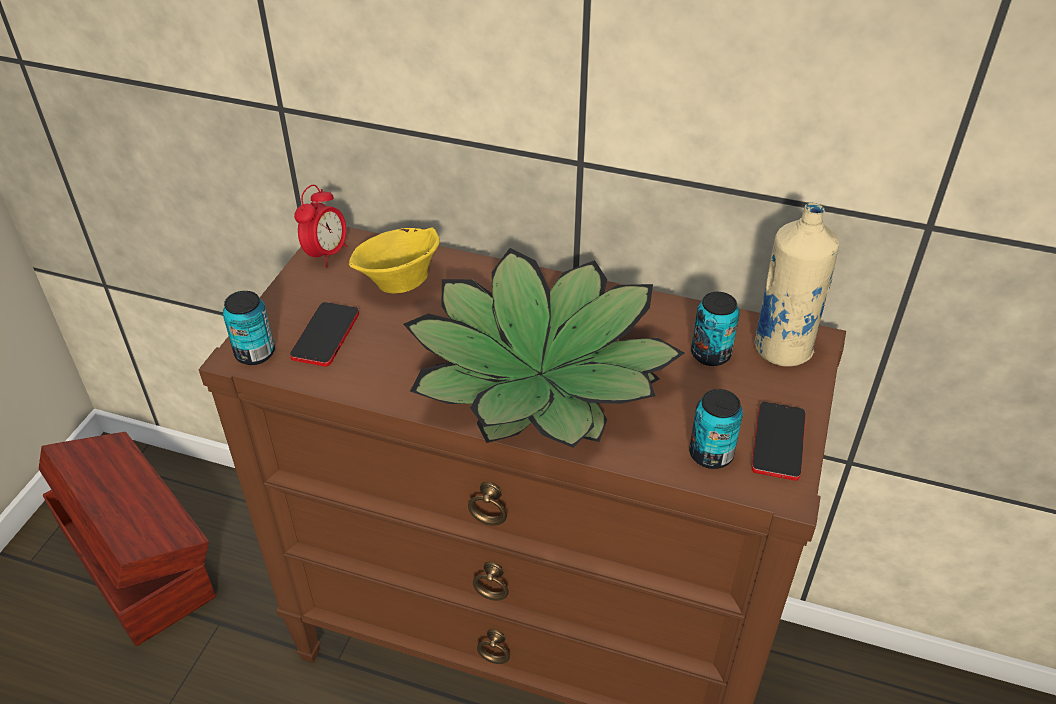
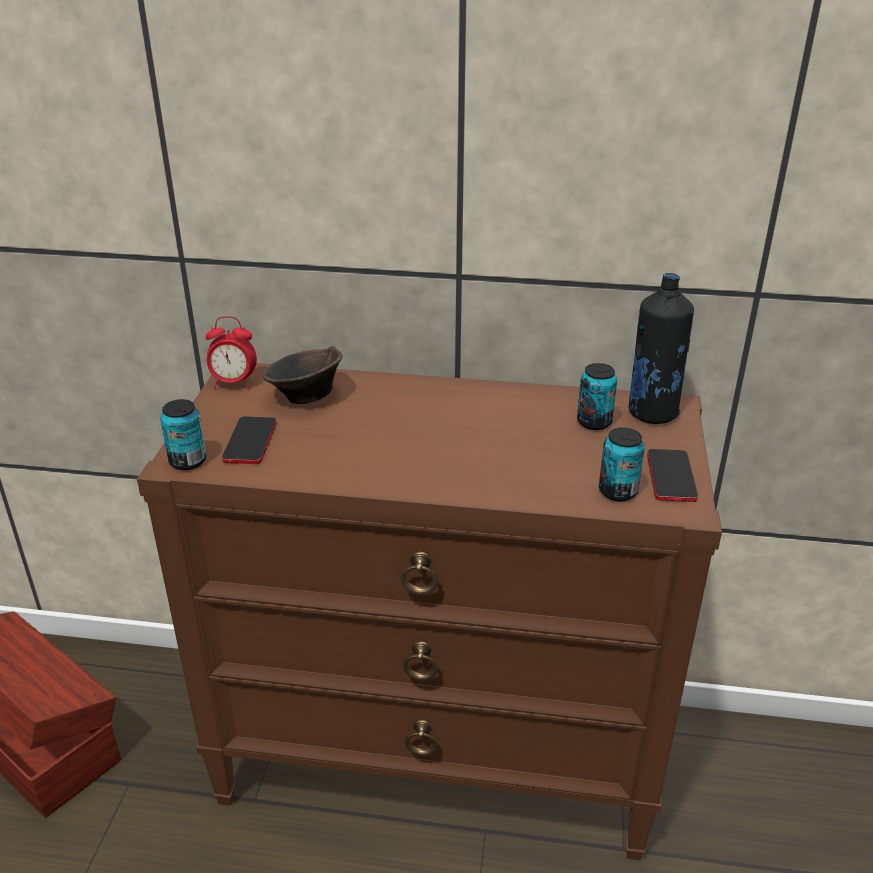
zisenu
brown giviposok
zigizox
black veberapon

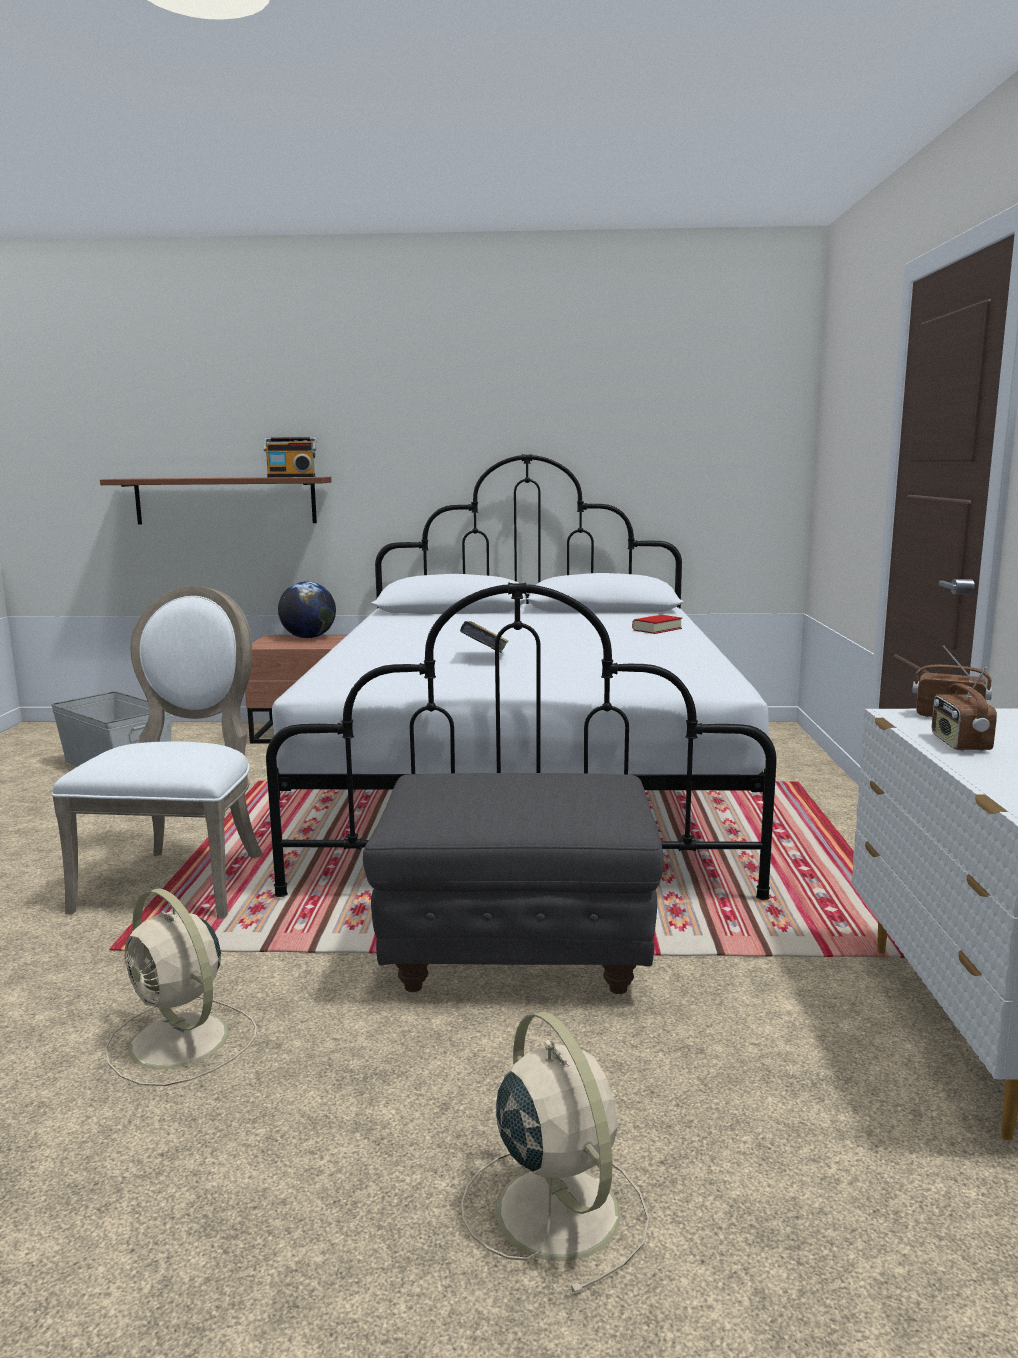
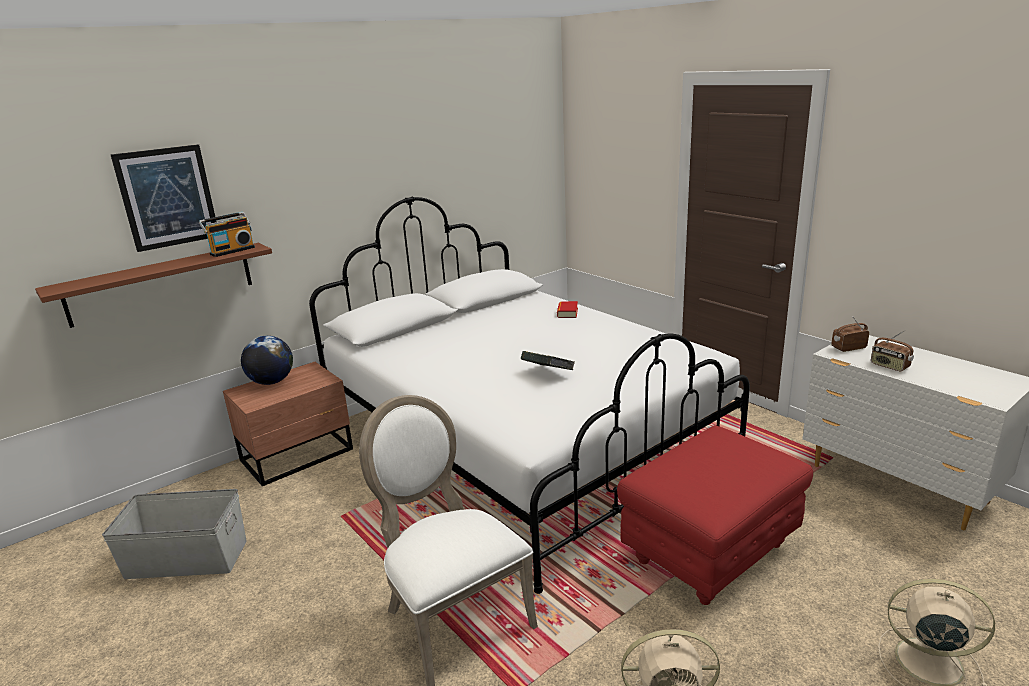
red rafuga
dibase

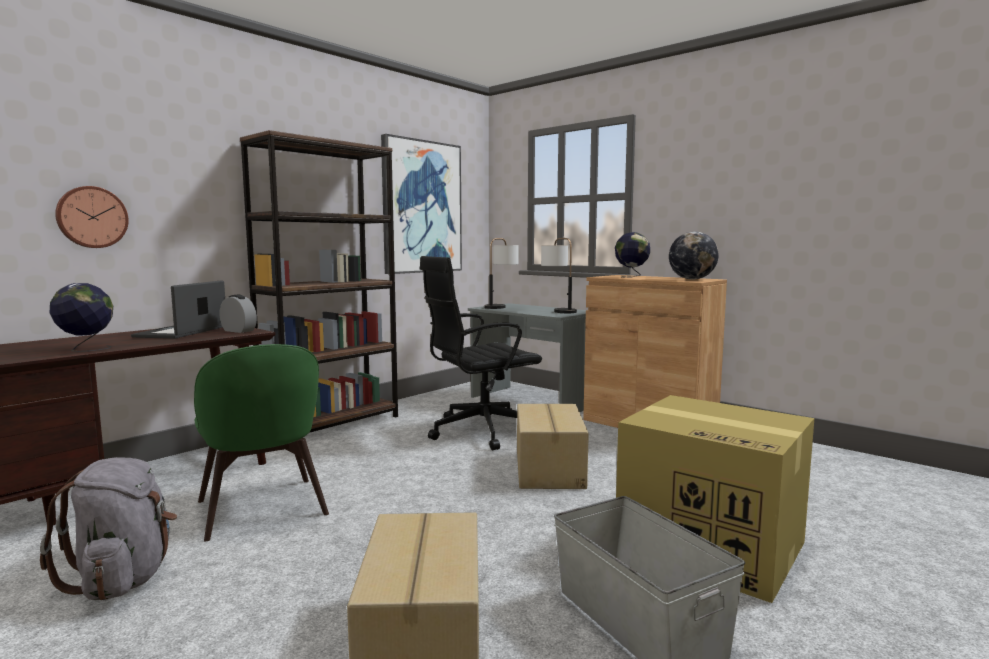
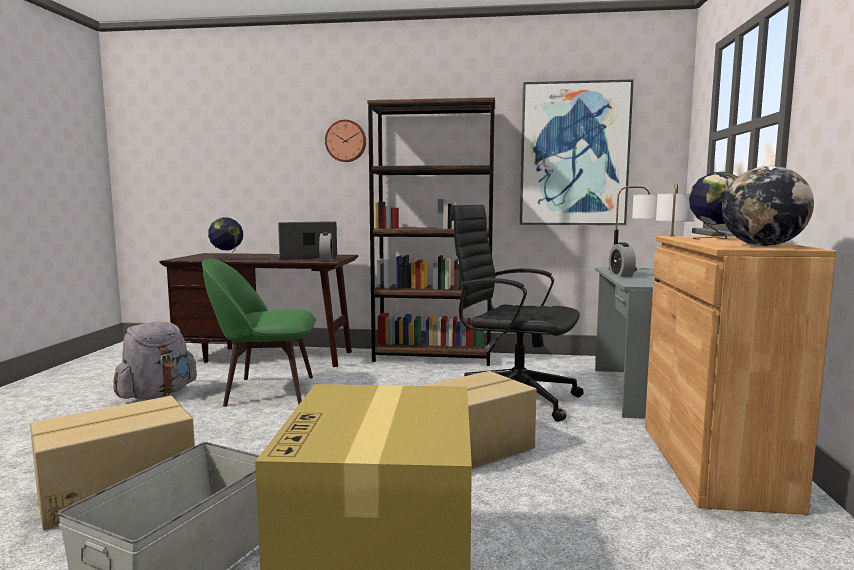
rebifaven
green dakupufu
zisenu (2nd from left)

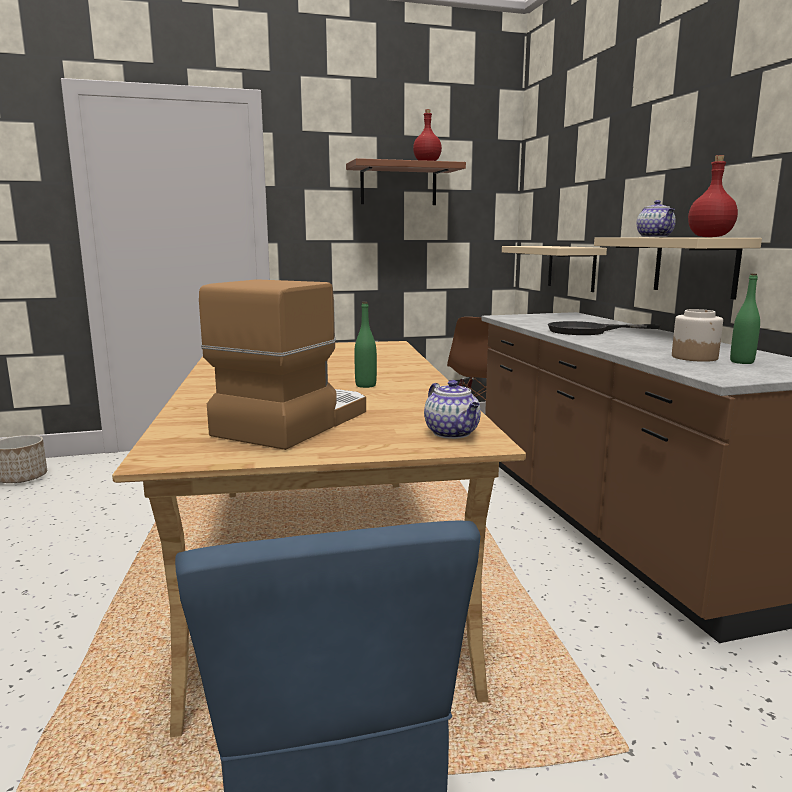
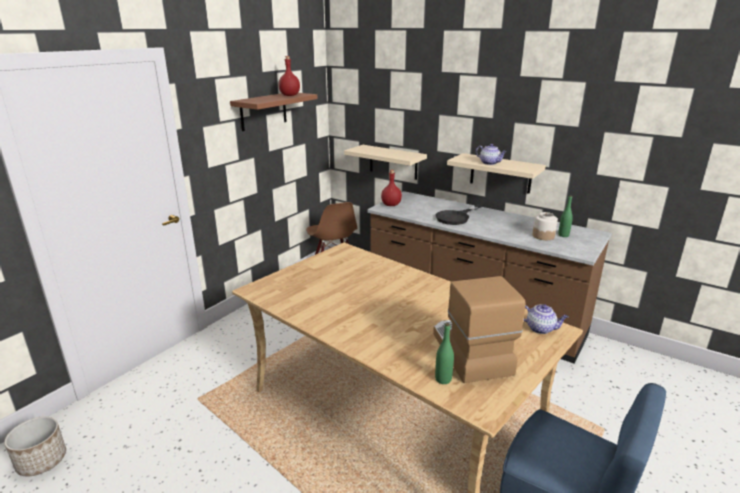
green veberapon (1st from left)
red veberapon (2nd from left)

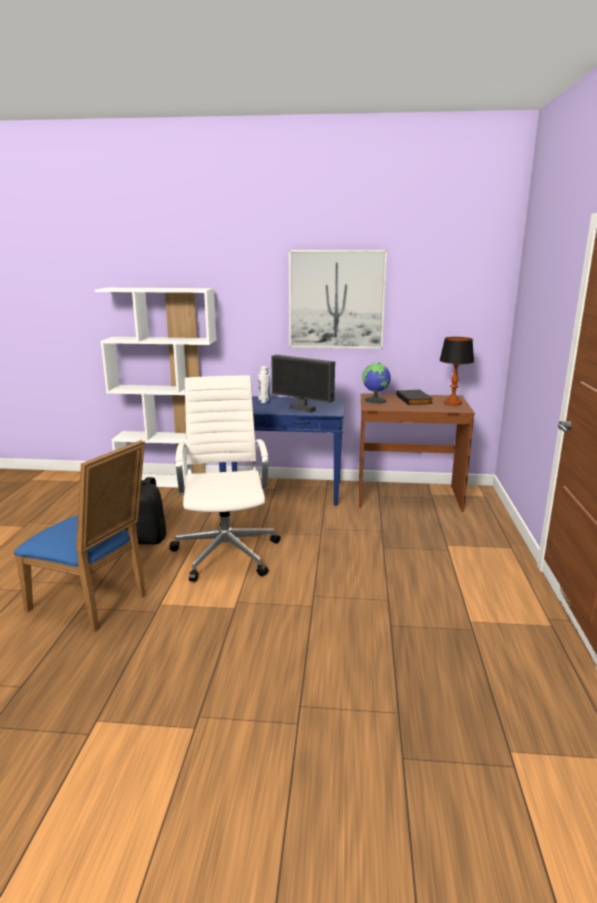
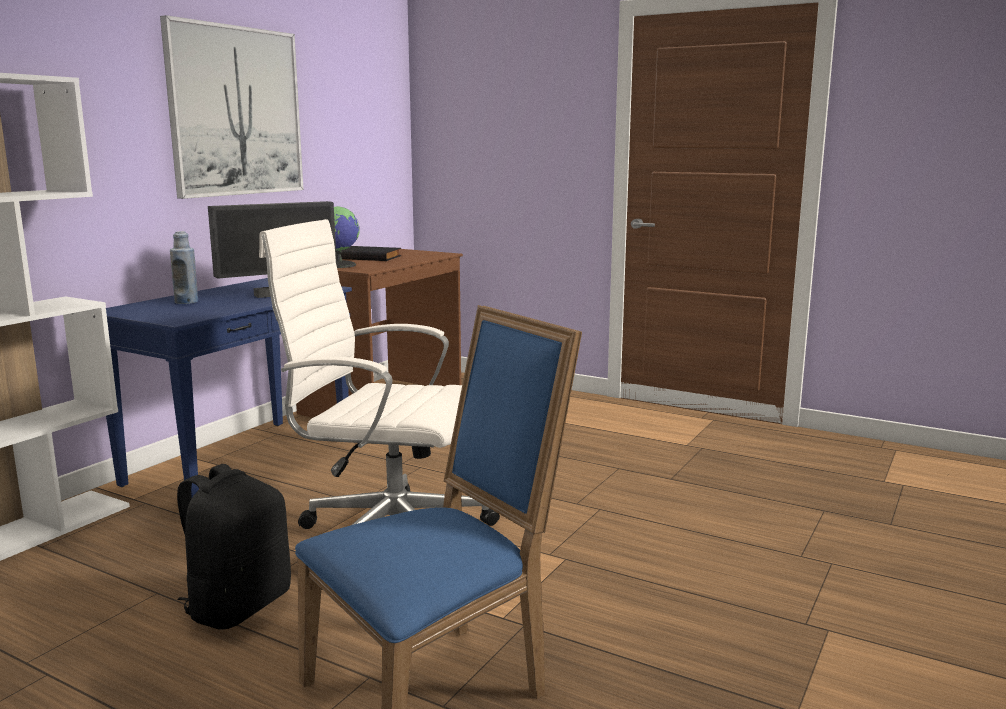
blue veberapon
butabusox

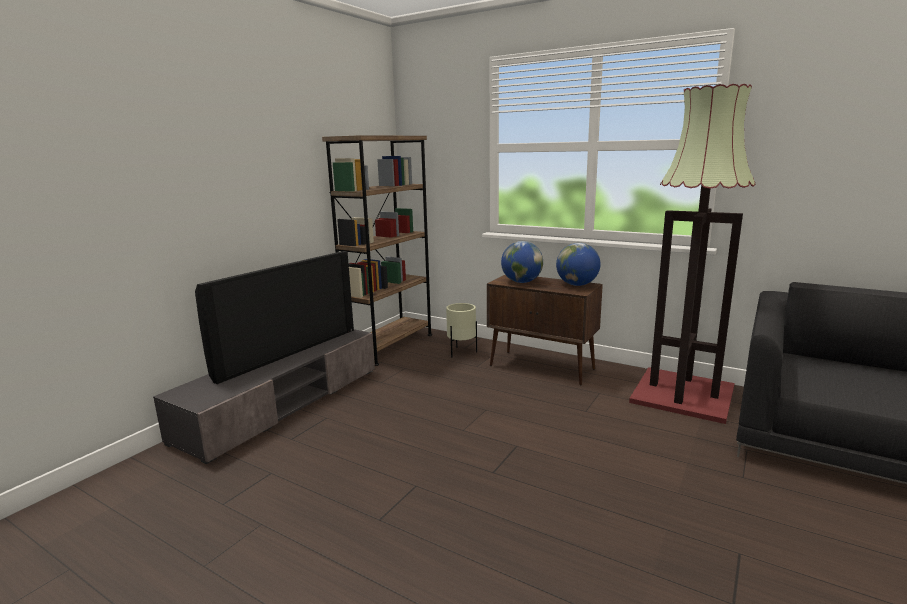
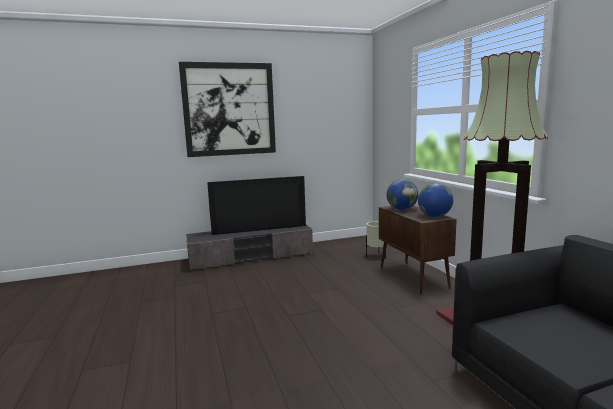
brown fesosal
dibase

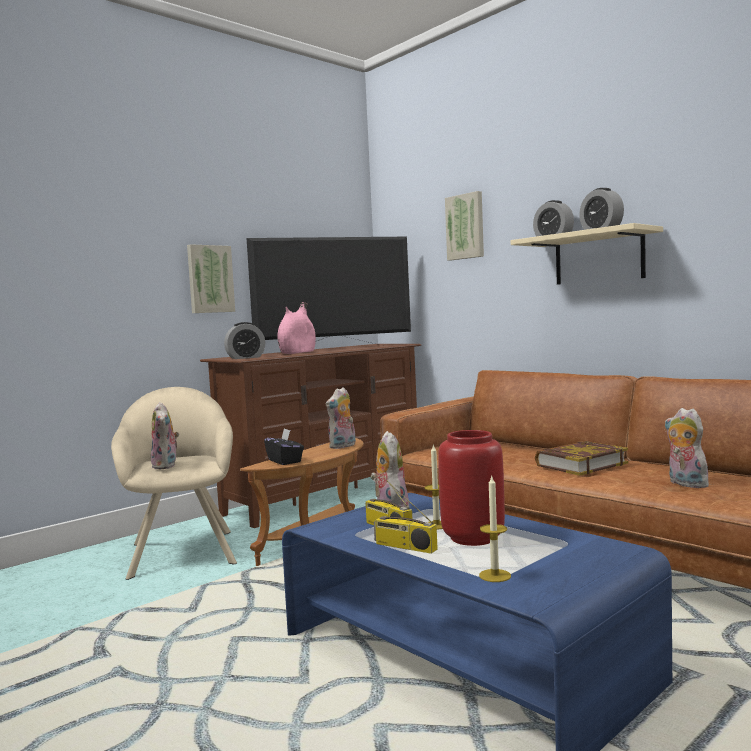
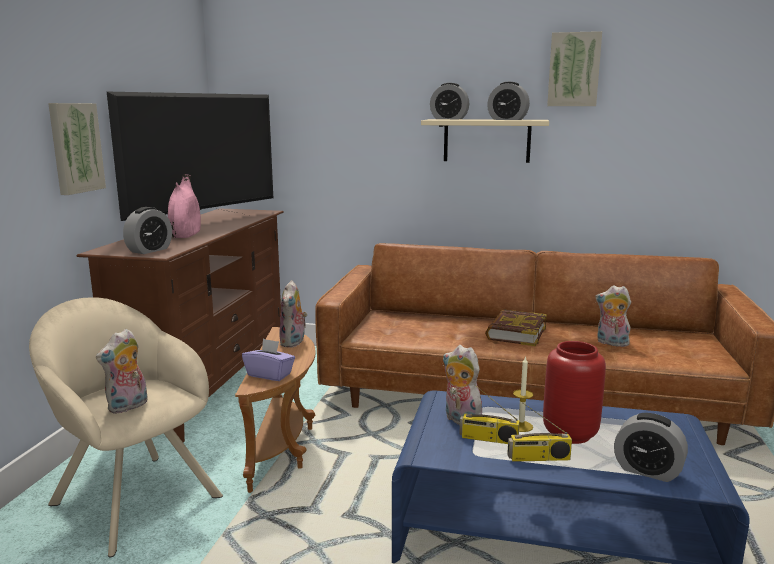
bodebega (1st from left)
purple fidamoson
dibase (2nd from left)
zisenu (4th from left)

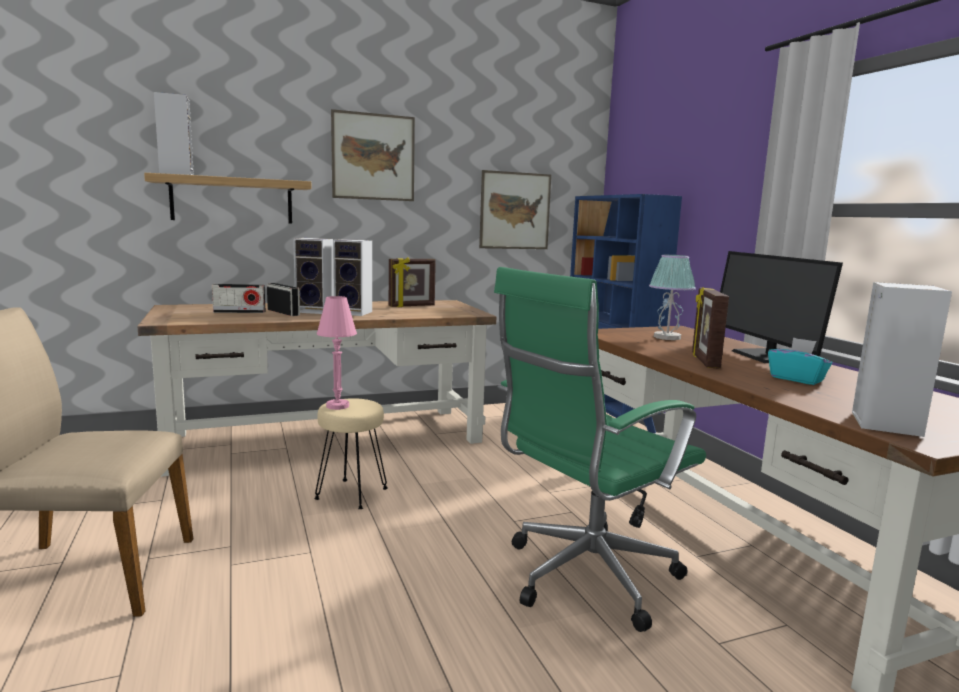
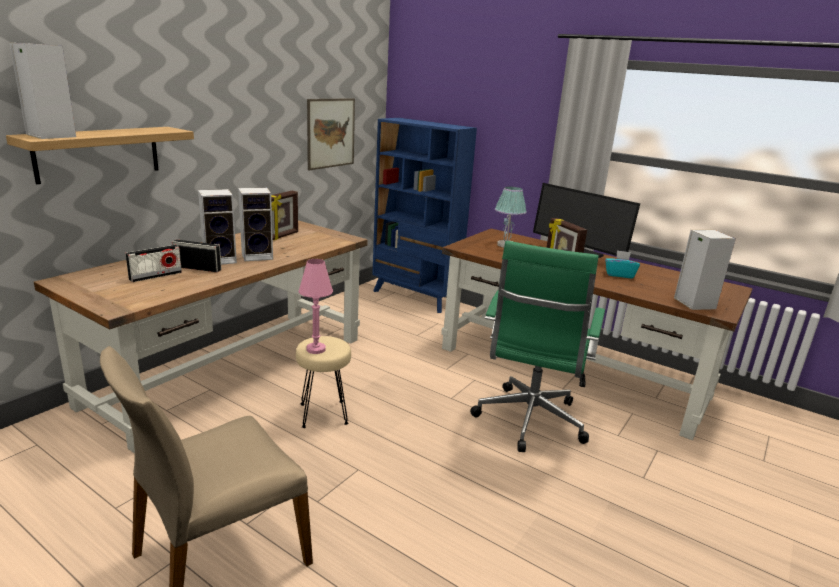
dibase (1st from left in the first image)

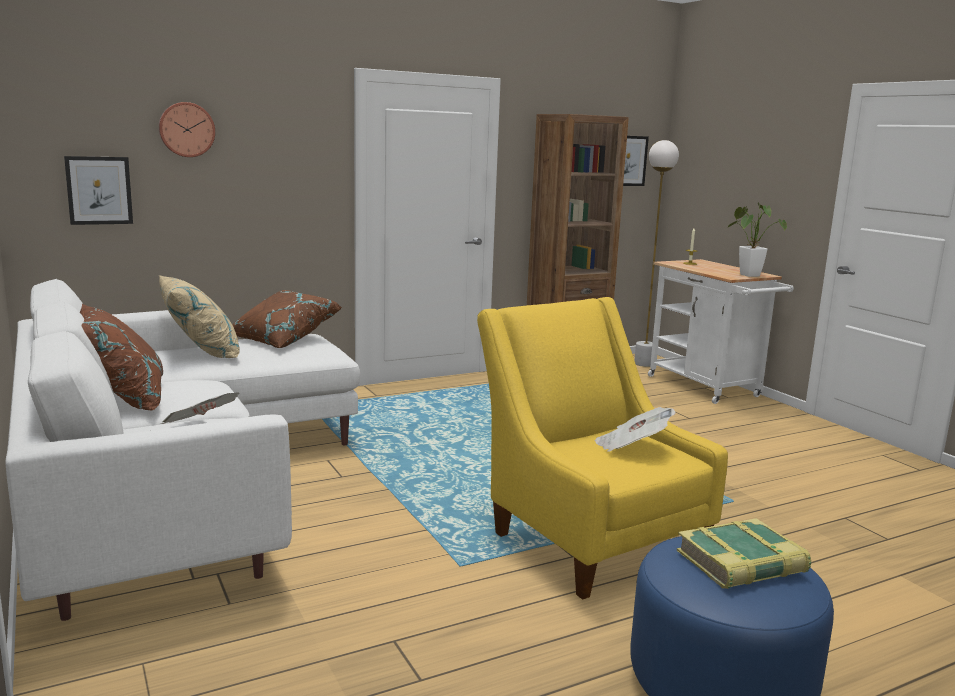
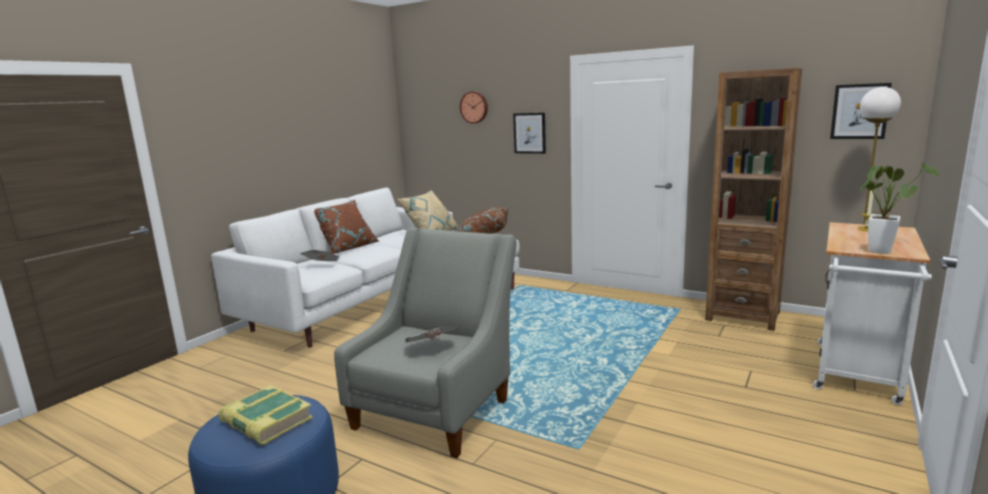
dibase (1st from left)
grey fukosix

